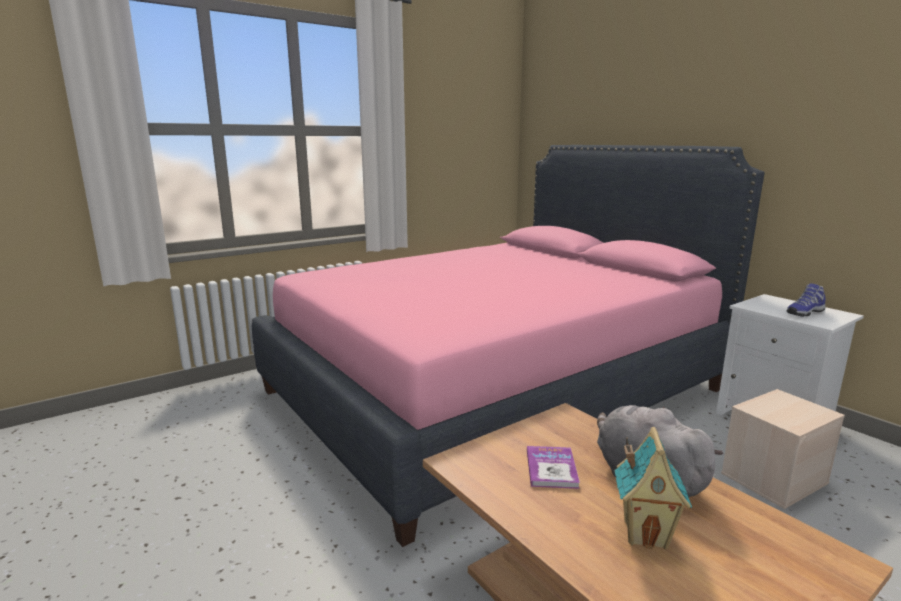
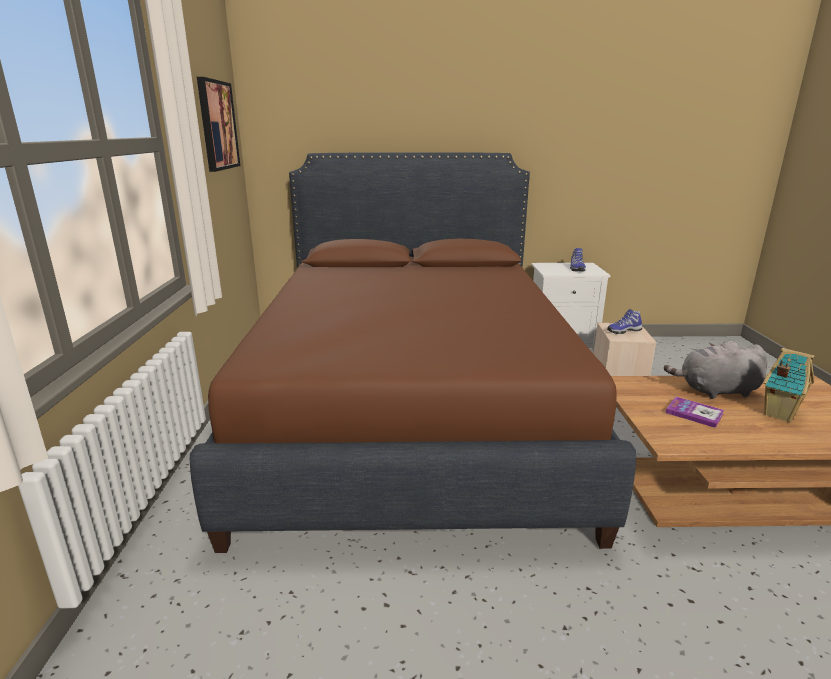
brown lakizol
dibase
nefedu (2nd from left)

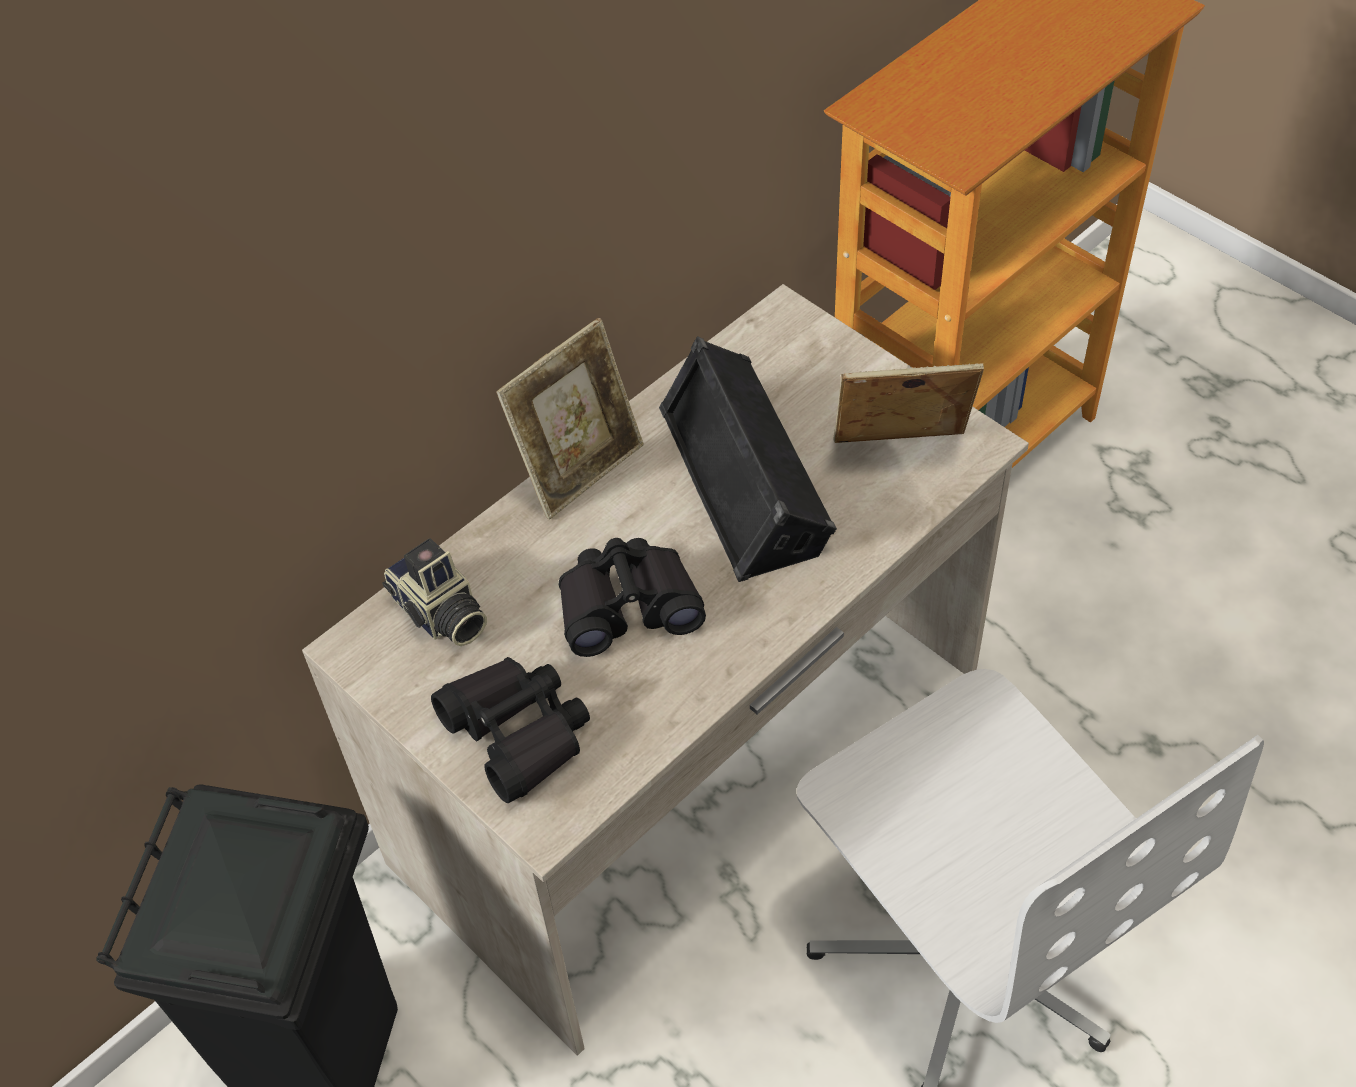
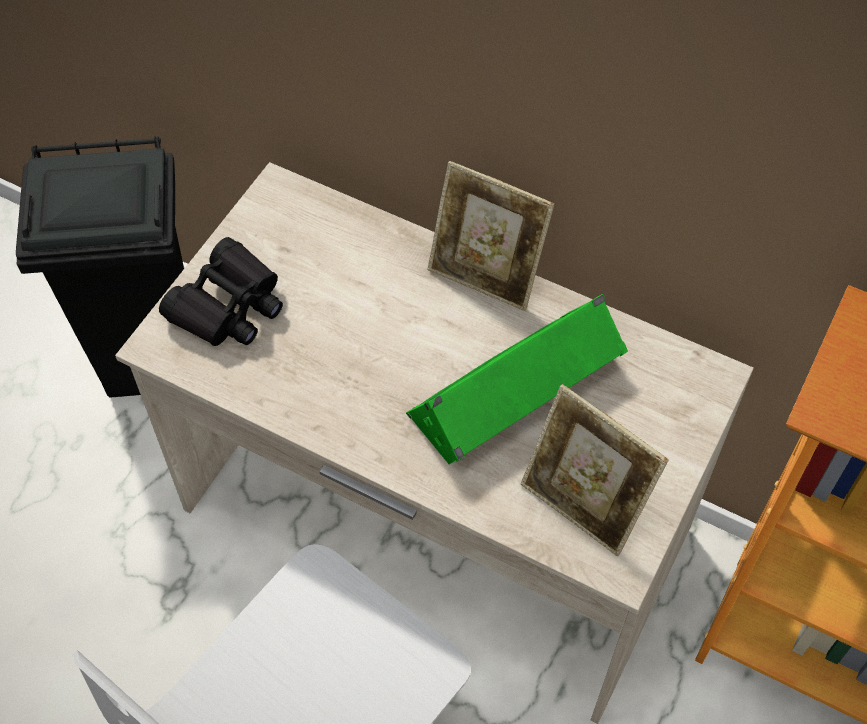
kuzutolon
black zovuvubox (2nd from left in the first image)
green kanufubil
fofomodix (2nd from left)

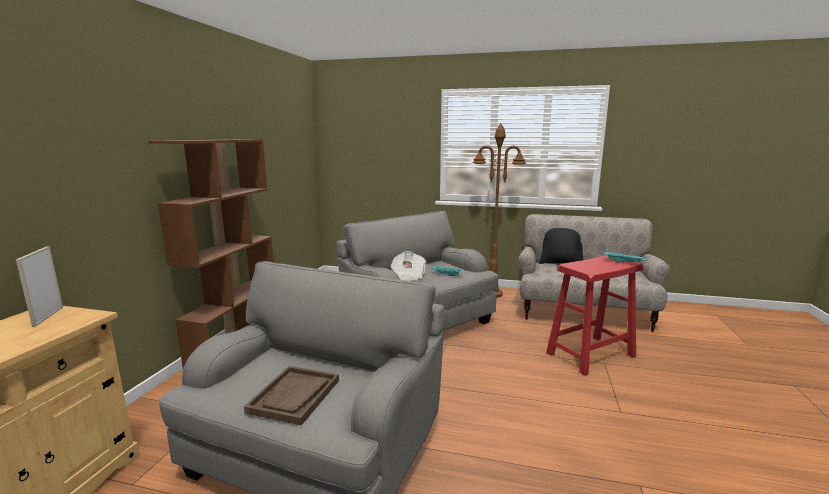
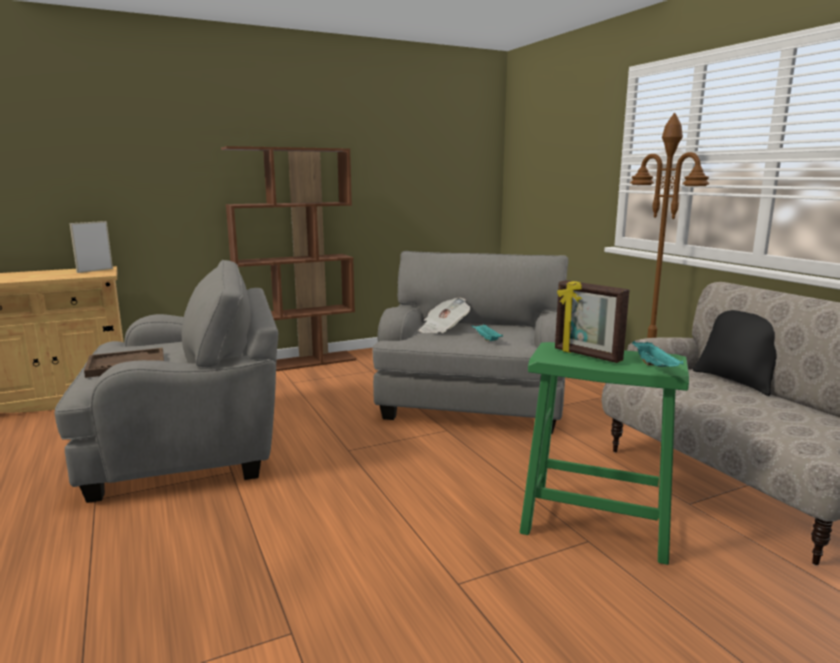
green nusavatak
fofomodix (2nd from left)

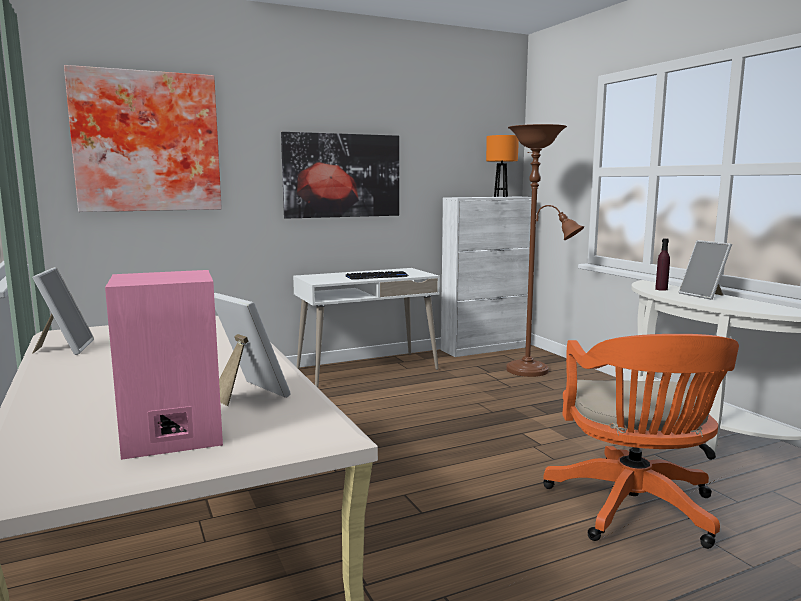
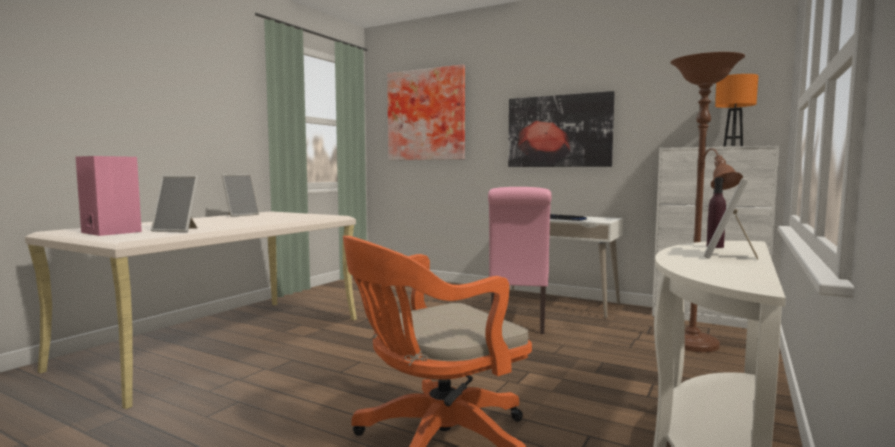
fofomodix (1st from left)
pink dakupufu

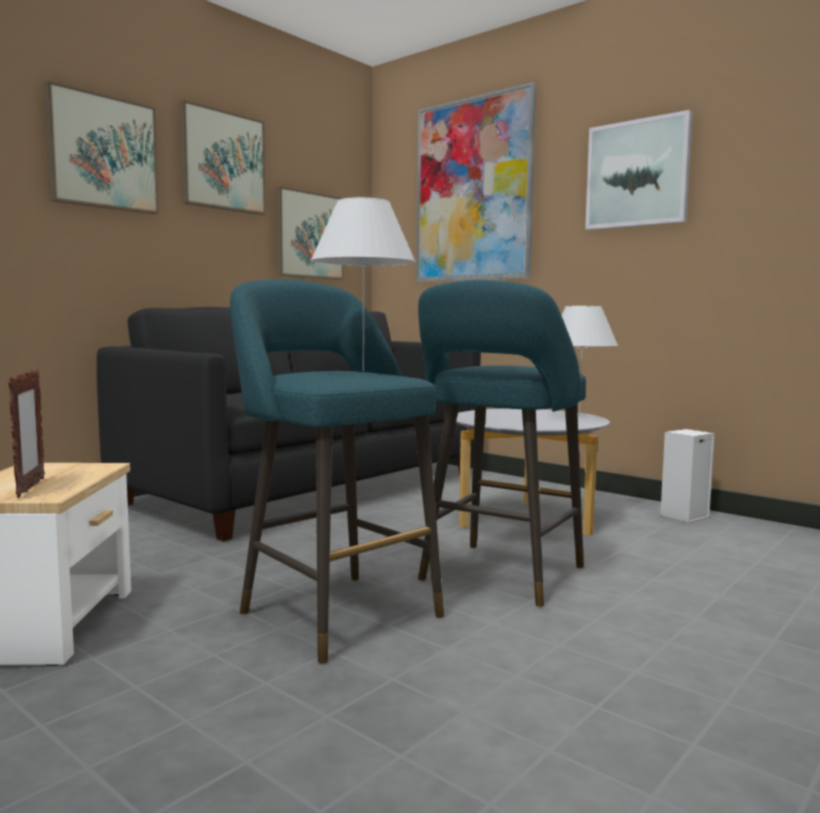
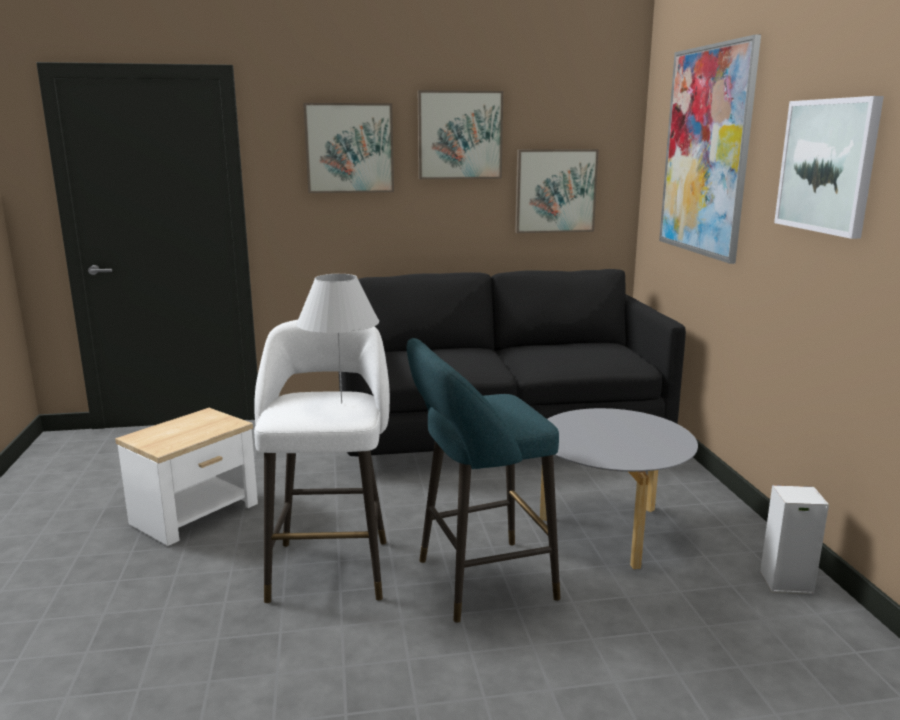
fofomodix
white nusavatak
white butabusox (2nd from left in the first image)

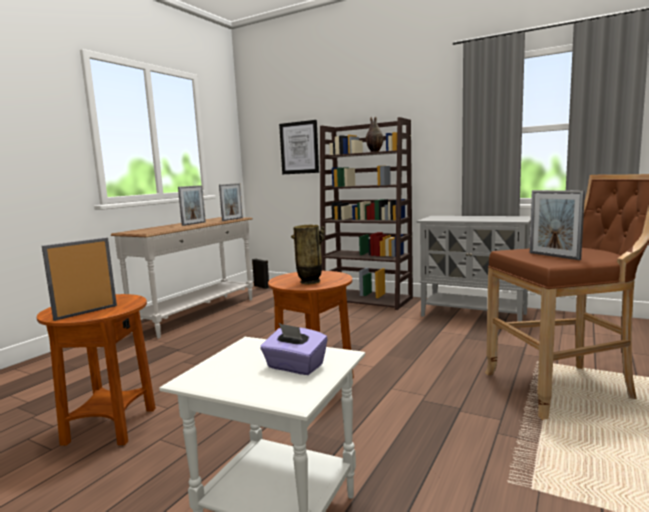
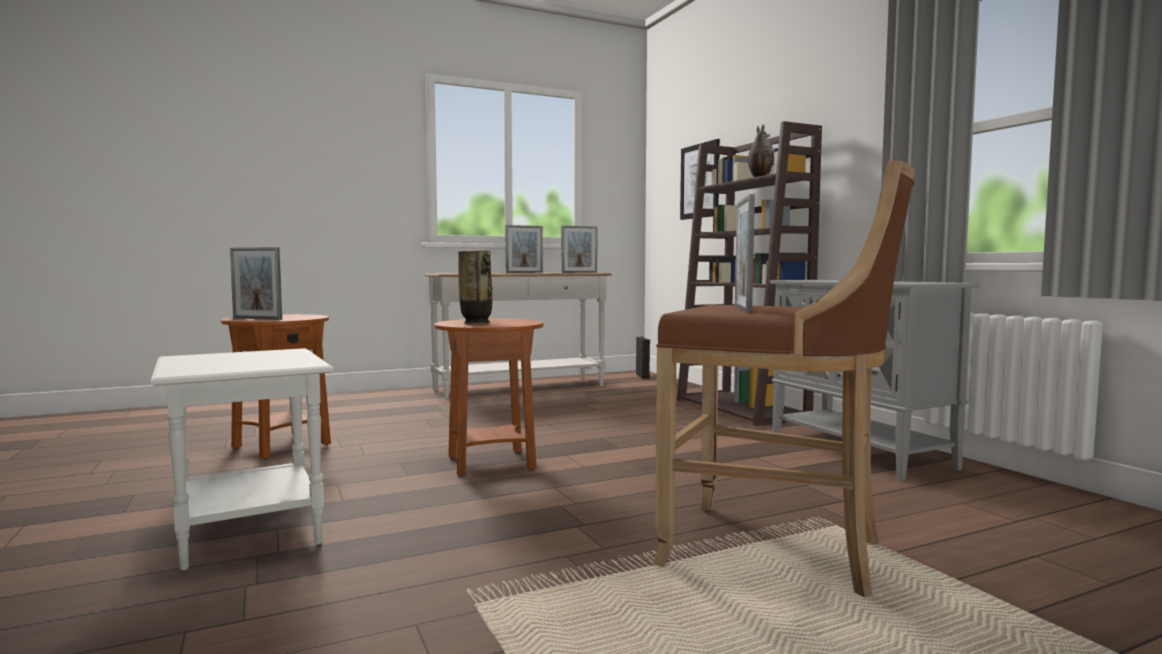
fofomodix (1st from left)
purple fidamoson

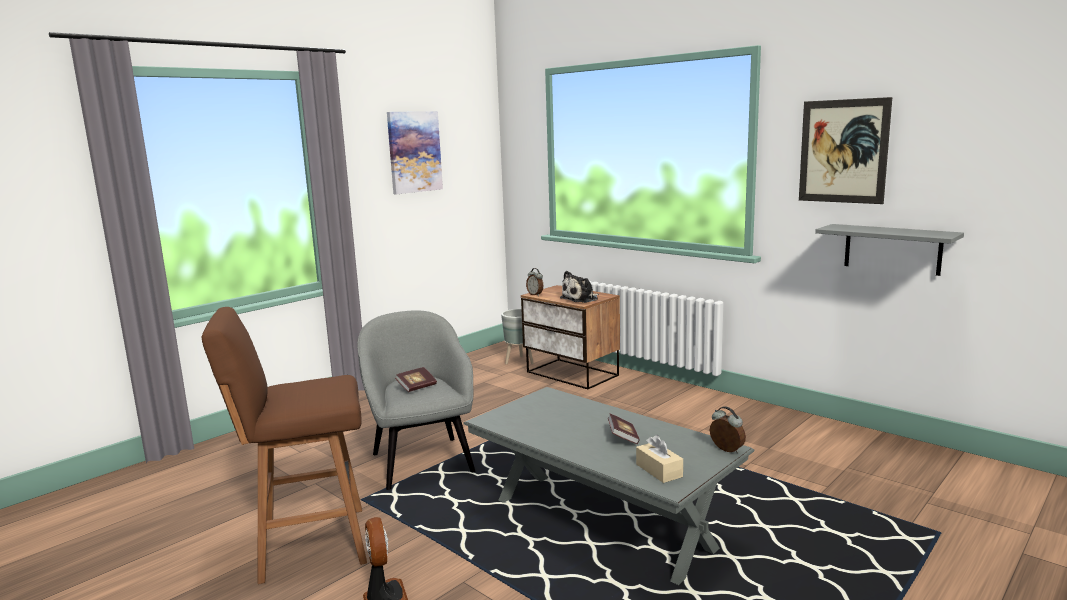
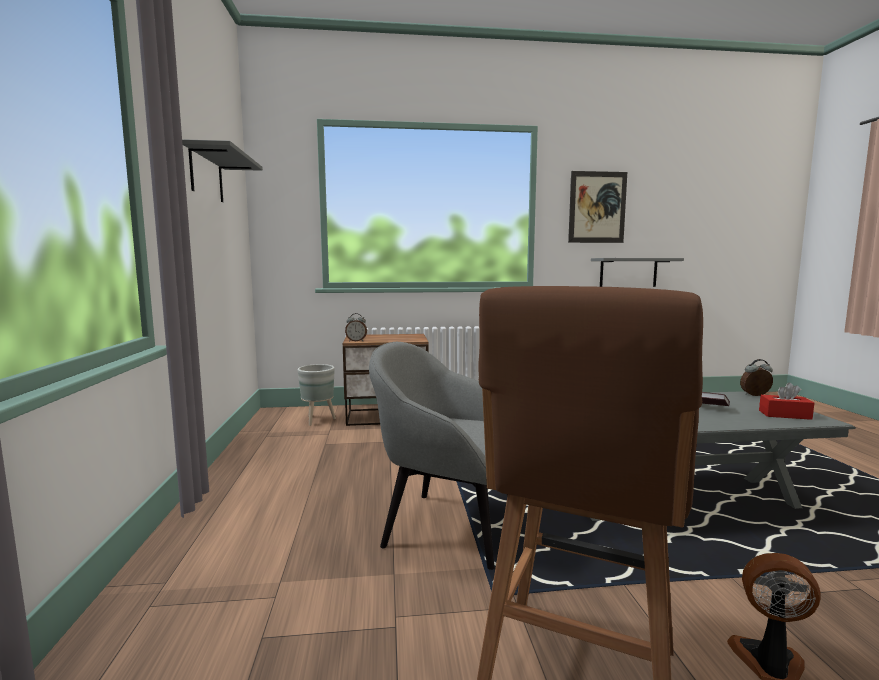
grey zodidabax (1st from left)
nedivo (1st from left in the first image)
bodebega
red fidamoson

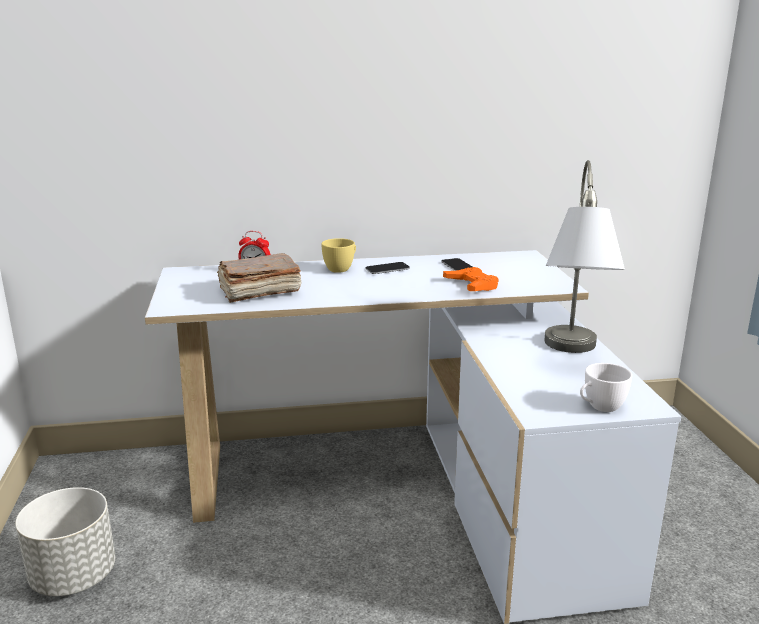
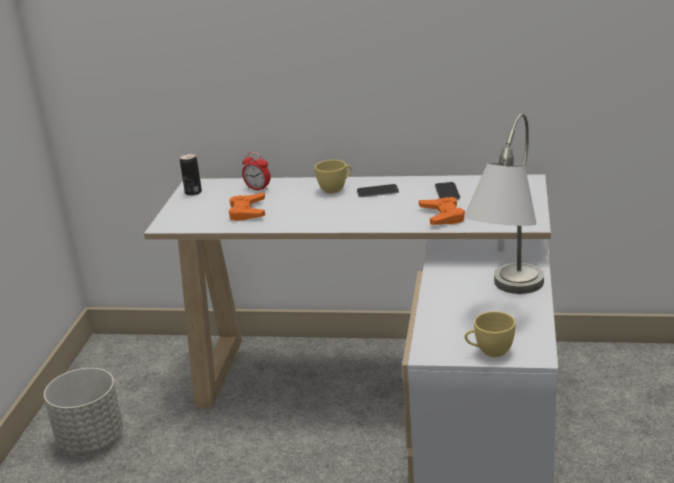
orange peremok (1st from left)
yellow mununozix (2nd from left)
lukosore

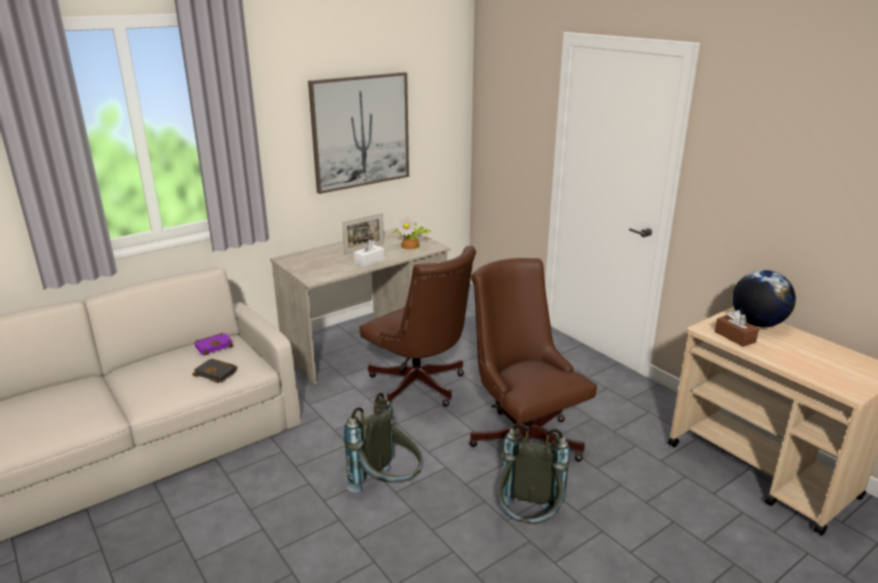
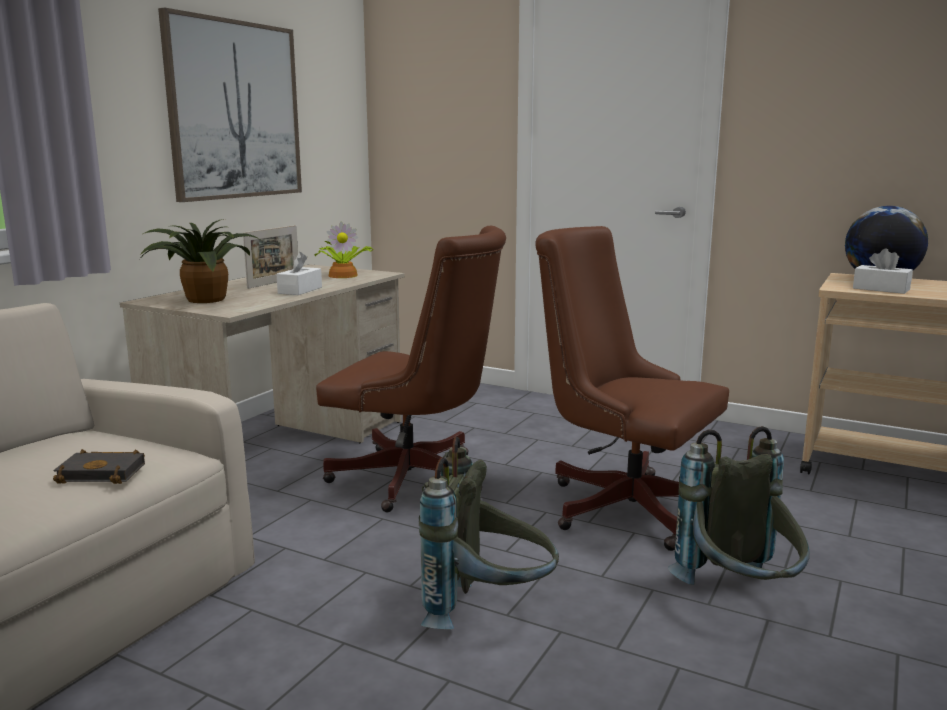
purple nedivo
white fidamoson (2nd from left)
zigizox (1st from left)

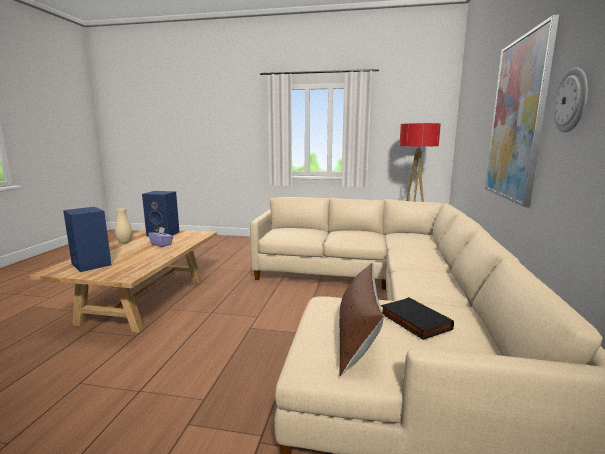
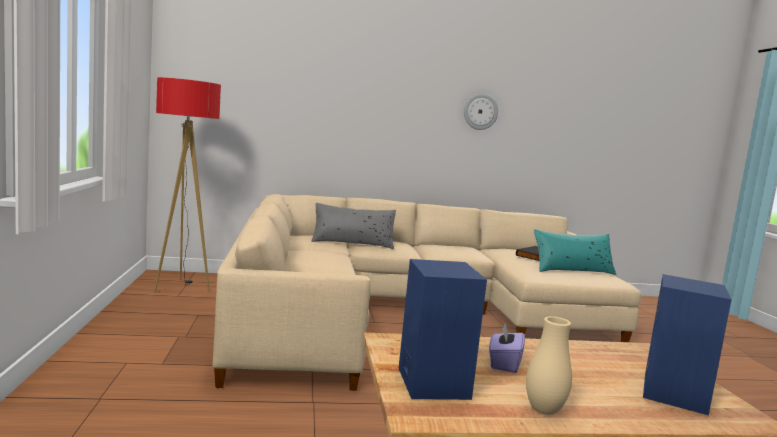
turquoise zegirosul
dibase
grey zegirosul

